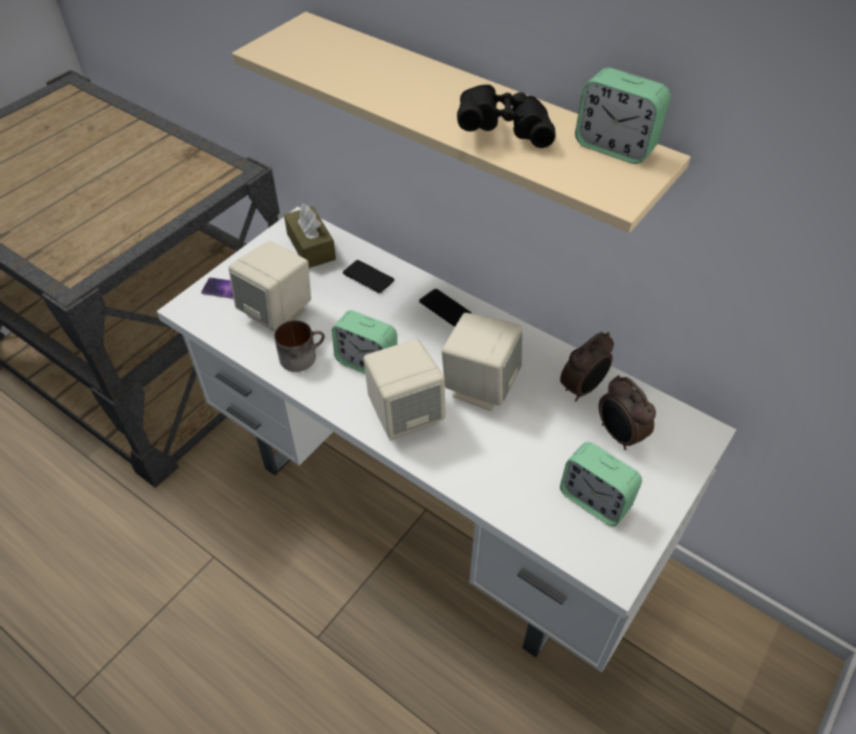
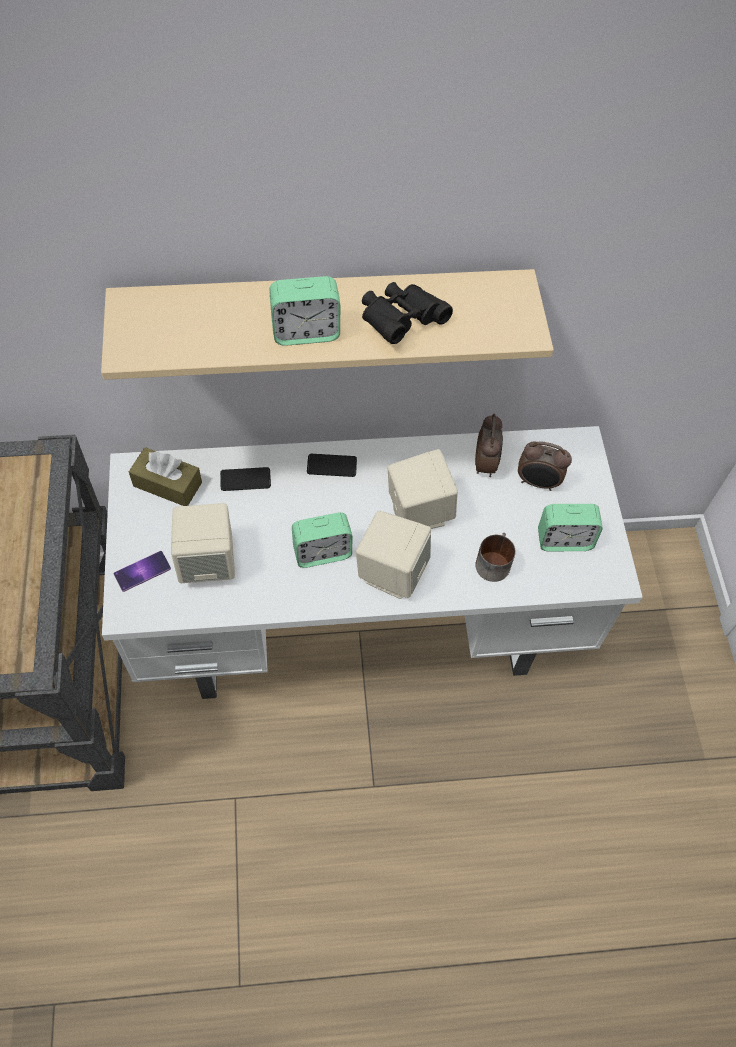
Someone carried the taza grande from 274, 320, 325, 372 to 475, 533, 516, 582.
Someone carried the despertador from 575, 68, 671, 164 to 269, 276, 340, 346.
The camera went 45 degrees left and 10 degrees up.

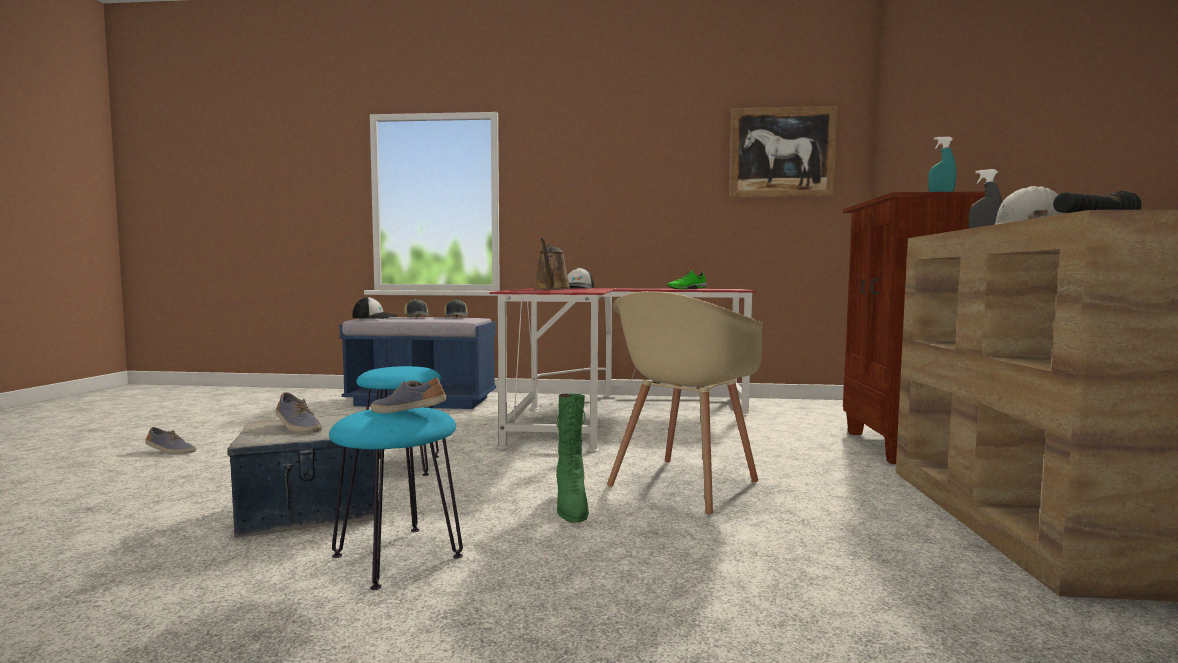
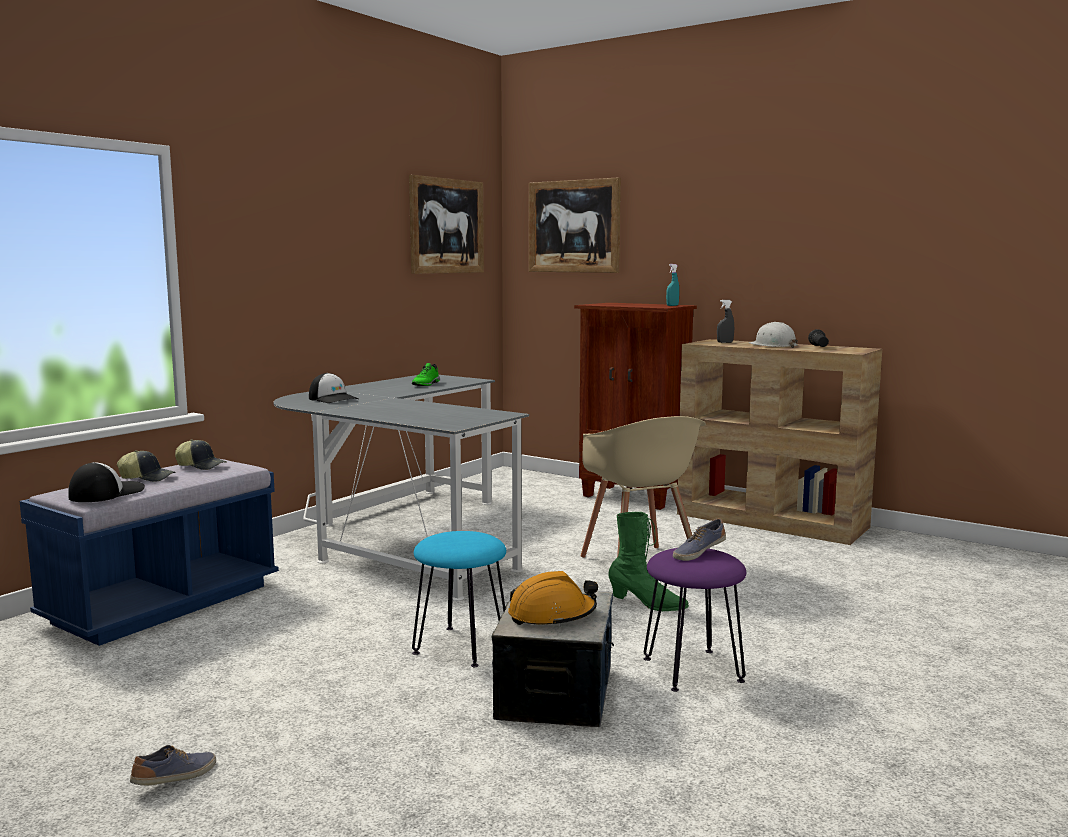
Someone took away the regadera (marrón) at 534, 238, 570, 290.
Someone put up the cuadro at 529, 177, 621, 273.
Someone swapped the zapato at 275, 392, 322, 433 for the casco (naranja) at 508, 571, 598, 627.
Someone repainted the taburete (turquesa) at 329, 407, 463, 590, which became the taburete (morado) at 644, 548, 746, 692.
Someone repainted the escritorio (rojo) at 489, 288, 756, 452, which became the escritorio (gris) at 274, 375, 529, 601.
The camera went 60 degrees left and 5 degrees up.

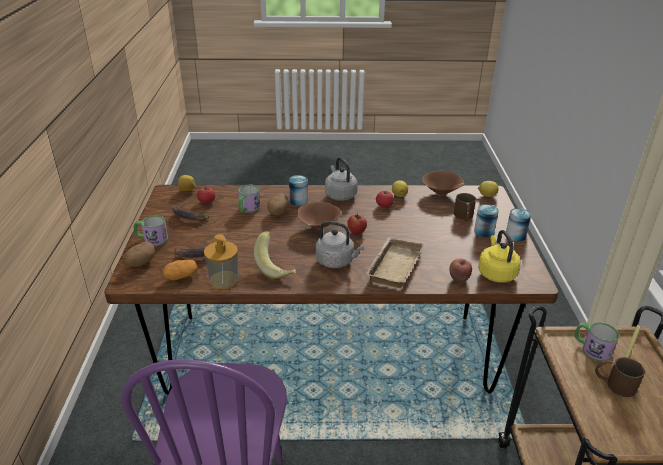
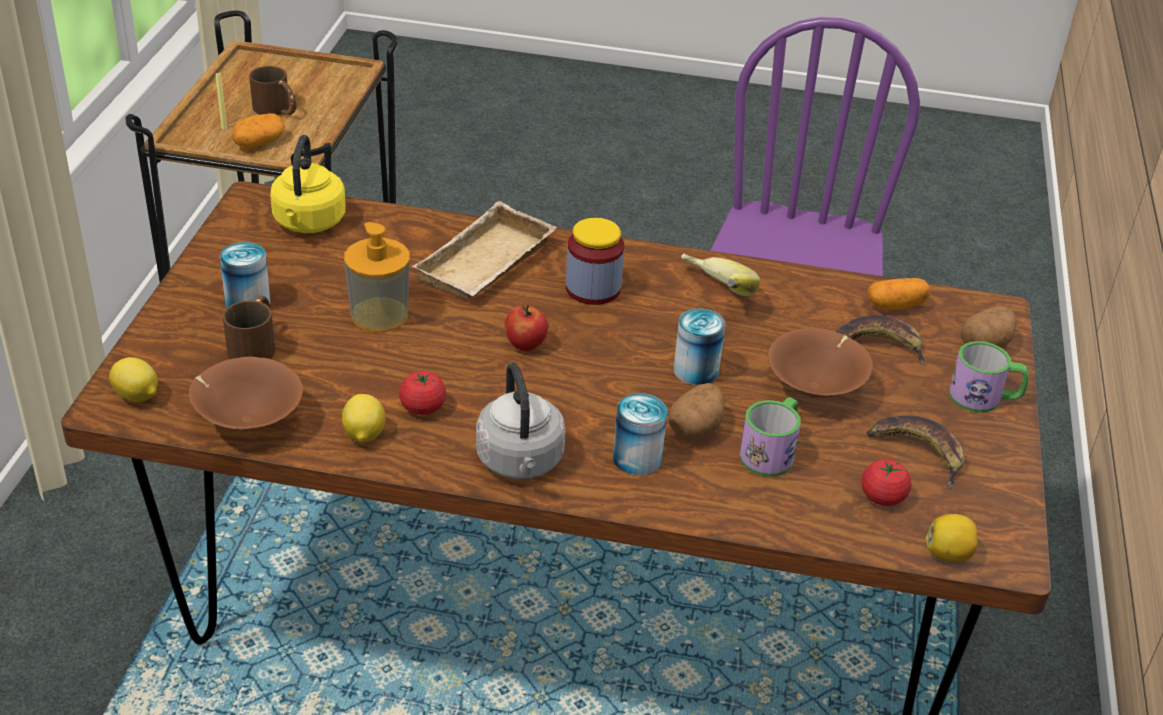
Someone took away the manzana at 450, 259, 472, 282.
Someone carried the dispensador de jabón from 204, 234, 239, 289 to 344, 222, 410, 332.
Someone carried the cuenco (marrón) from 297, 202, 341, 230 to 768, 328, 873, 398.
Someone carried the lata from 506, 208, 531, 242 to 673, 309, 725, 385.
Someone swapped the hervidor (gris) at 315, 221, 364, 268 for the tarro at 566, 218, 624, 305.
Someone swapped the taza grande at 574, 322, 619, 362 for the patata at 232, 113, 285, 149.
The camera went 170 degrees left and 5 degrees up.

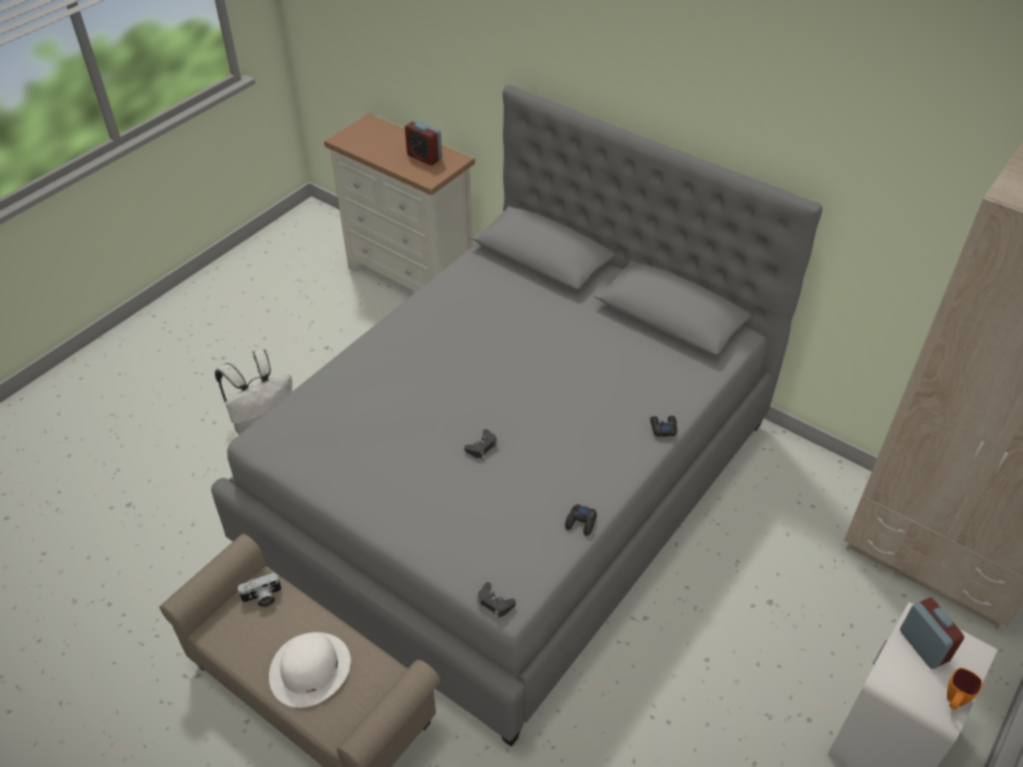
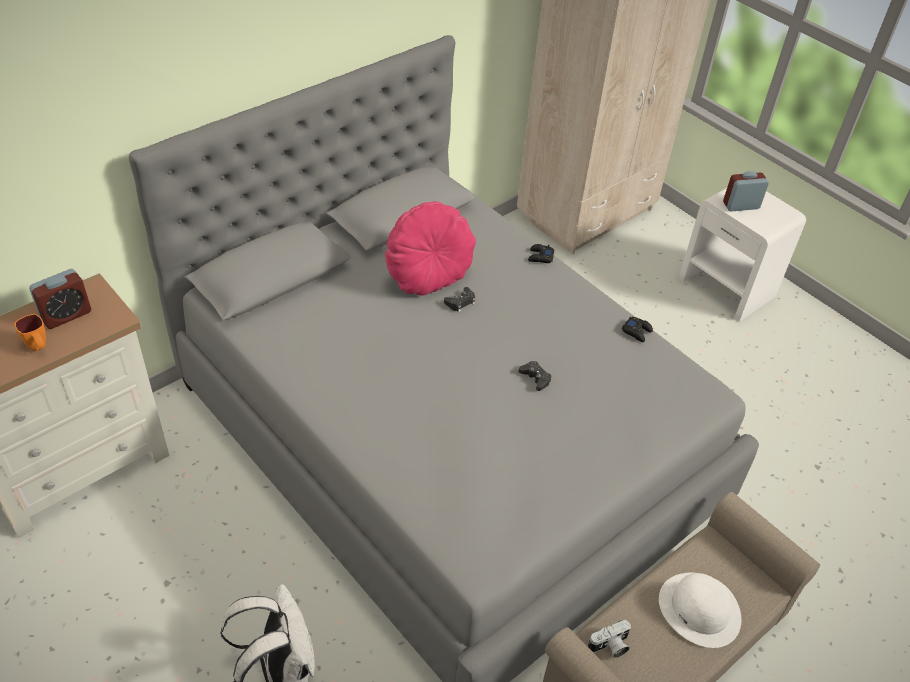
Someone put down the cojín (rosa) at 385, 202, 476, 296.
Someone carried the mando de consola (negro) from 477, 582, 516, 619 to 444, 287, 475, 312.
Someone carried the taza grande (naranja) from 947, 667, 982, 710 to 15, 314, 46, 351.
Someone rotated the cámara at 237, 573, 281, 607 by 75 degrees clockwise.
The camera went 80 degrees left and 0 degrees up.

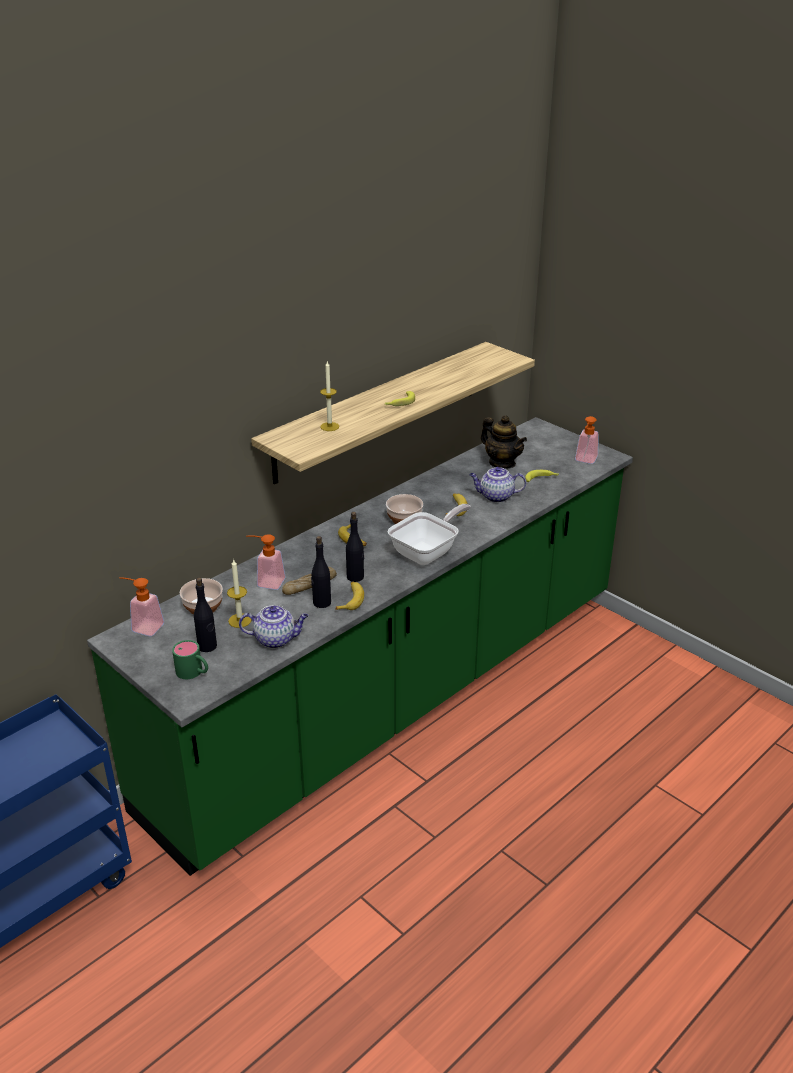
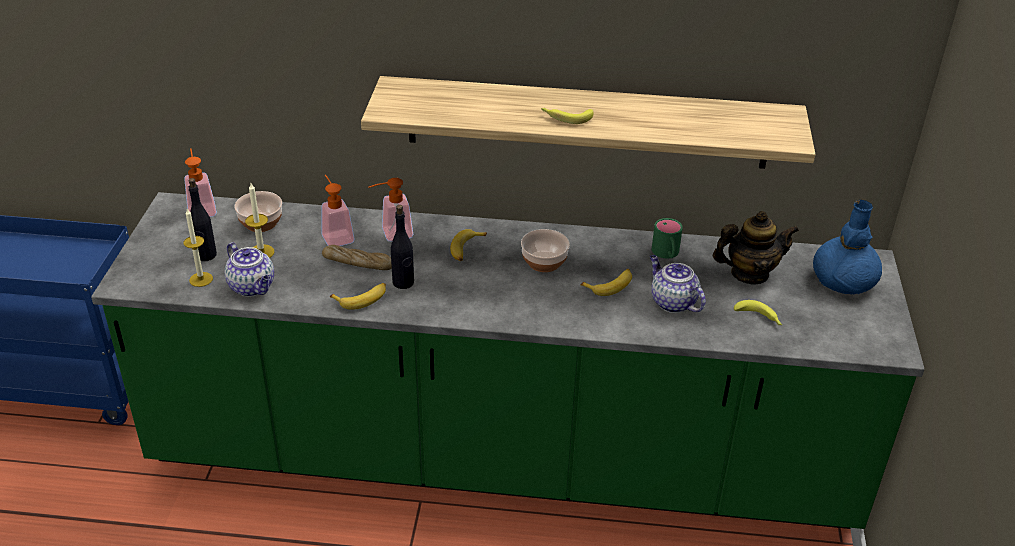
Someone took away the botella (negro) at 311, 536, 331, 608.
Someone took away the sartén at 387, 504, 471, 565.
Someone put down the florero (azul) at 813, 200, 882, 295.
Someone carried the taza grande (verde) from 172, 640, 208, 679 to 652, 218, 683, 258.
Someone carried the vela from 320, 361, 339, 431 to 183, 209, 213, 287.
Someone carried the dispensador de jabón from 575, 416, 599, 464 to 369, 178, 413, 241.
Someone rotated the tetera at 481, 415, 527, 469 by 105 degrees counterclockwise.
The camera went 50 degrees right and 5 degrees up.

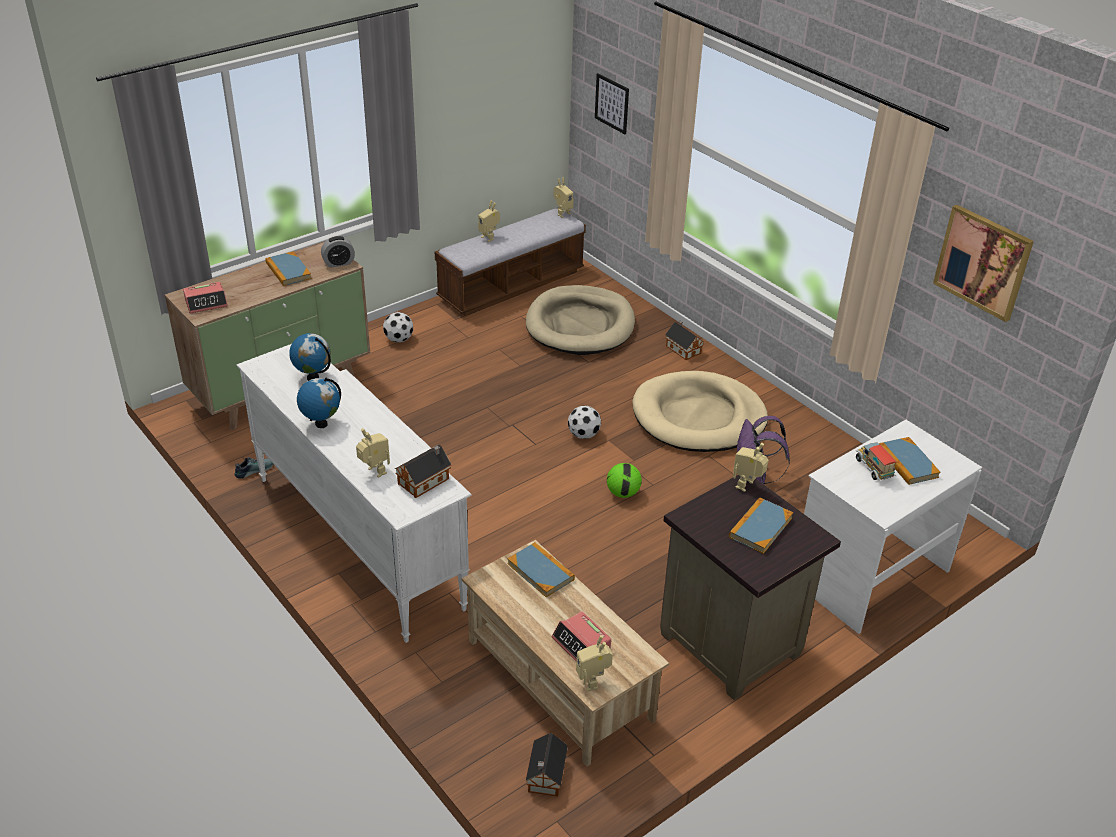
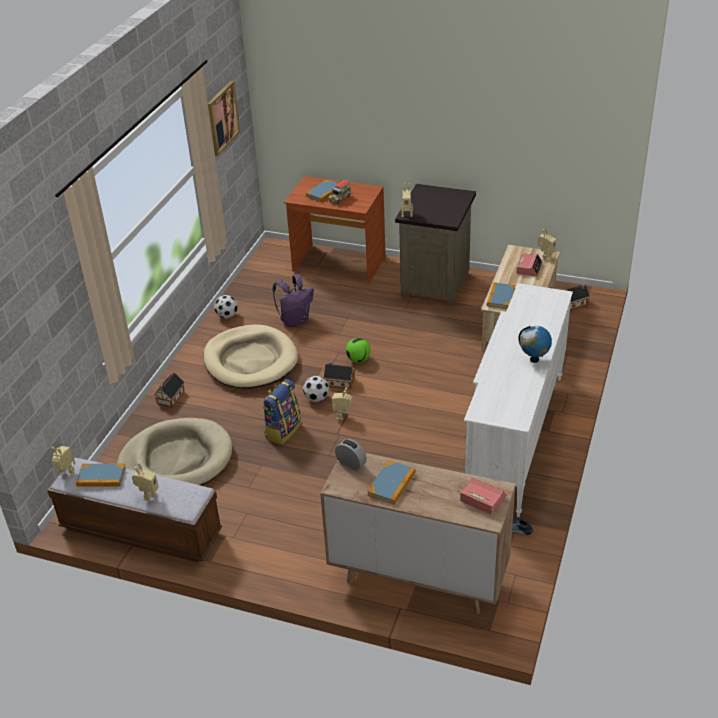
Someone took away the globo terráqueo at 289, 333, 331, 381.
Someone took away the cuadro at 595, 73, 629, 134.
Someone put down the mochila at 262, 379, 301, 445.
Someone carried the robot de juguete from 356, 428, 390, 478 to 332, 388, 353, 420.
Someone carried the balón de fútbol from 383, 312, 413, 342 to 214, 295, 238, 318.
Someone carried the casita from 395, 444, 452, 498 to 324, 361, 355, 389.
Someone carried the libro from 729, 497, 793, 554 to 76, 464, 126, 487.
Someone repainted the escritorio (blanco) at 804, 420, 982, 634, which became the escritorio (marrón) at 284, 176, 386, 284.
The camera went 120 degrees left and 0 degrees up.

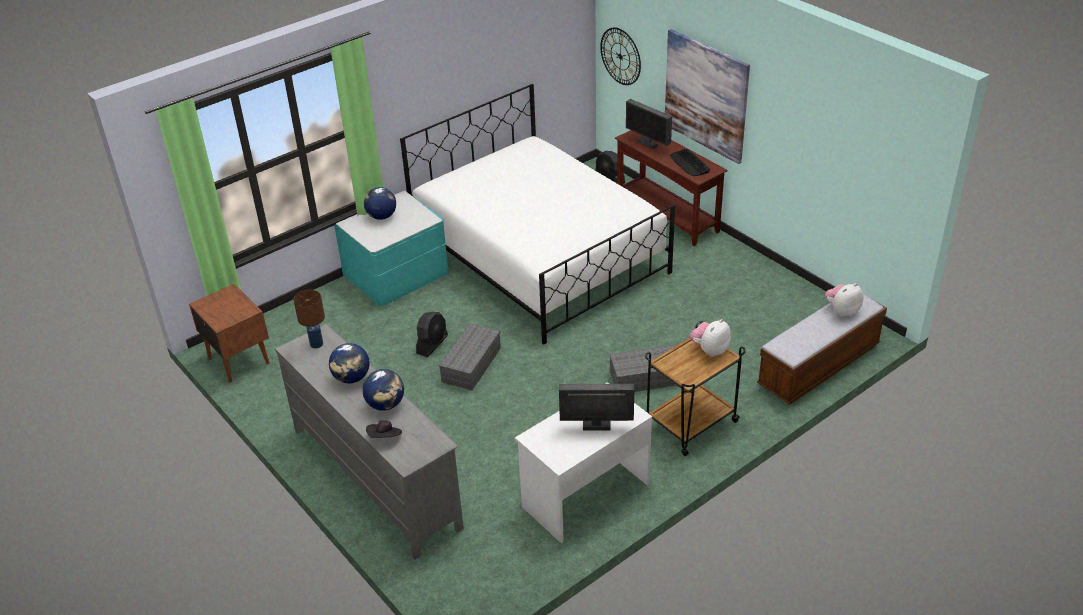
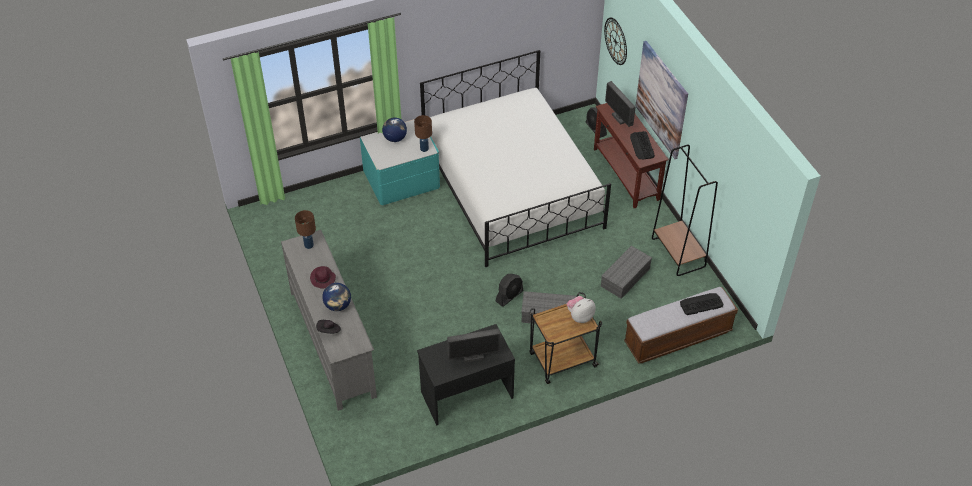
Someone took away the mesita de noche (marrón) at 189, 284, 270, 383.
Someone put down the lámpara de mesa (marrón) at 414, 115, 432, 152.
Someone put down the perchero at 652, 145, 718, 276.
Someone carried the ventilador (negro) from 416, 312, 448, 357 to 496, 274, 523, 307.
Someone carried the caja de almacenaje (gris) from 439, 323, 501, 390 to 601, 246, 652, 299.
Someone swapped the globo terráqueo at 329, 343, 370, 383 for the sombrero (morado) at 310, 266, 336, 288.
Someone swapped the peluche at 825, 283, 864, 317 for the teclado at 680, 293, 723, 315.
Someone repainted the escritorio (blanco) at 515, 382, 652, 543, which became the escritorio (negro) at 417, 324, 515, 426.
Someone rotated the monitor at 559, 384, 634, 431 by 150 degrees clockwise.
The camera went 15 degrees right and 10 degrees up.

